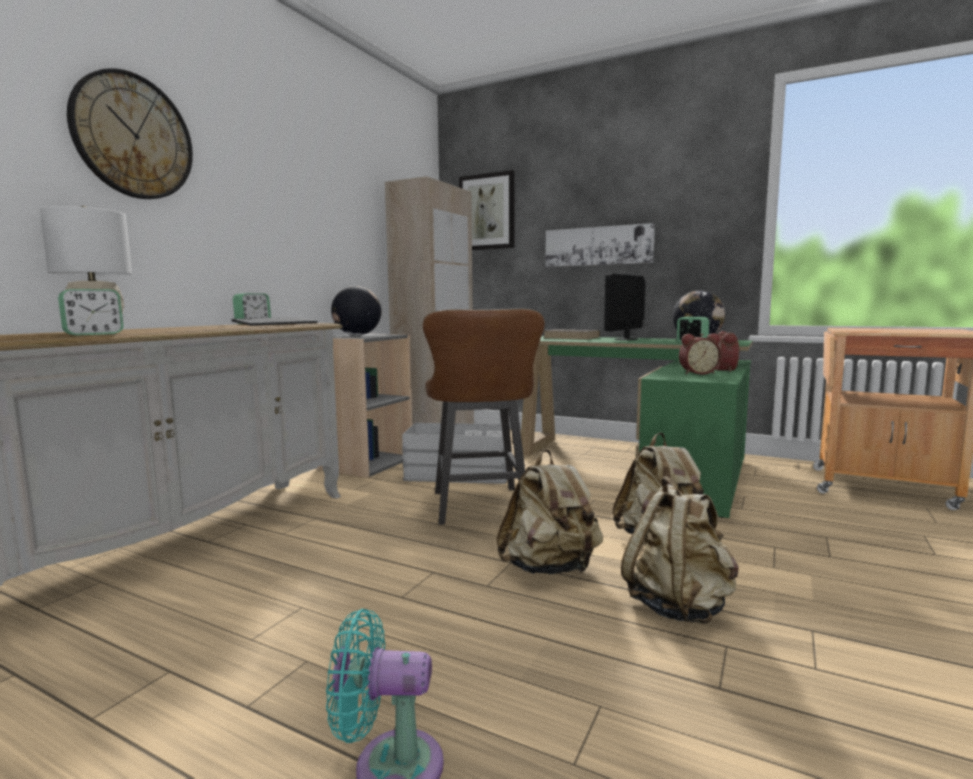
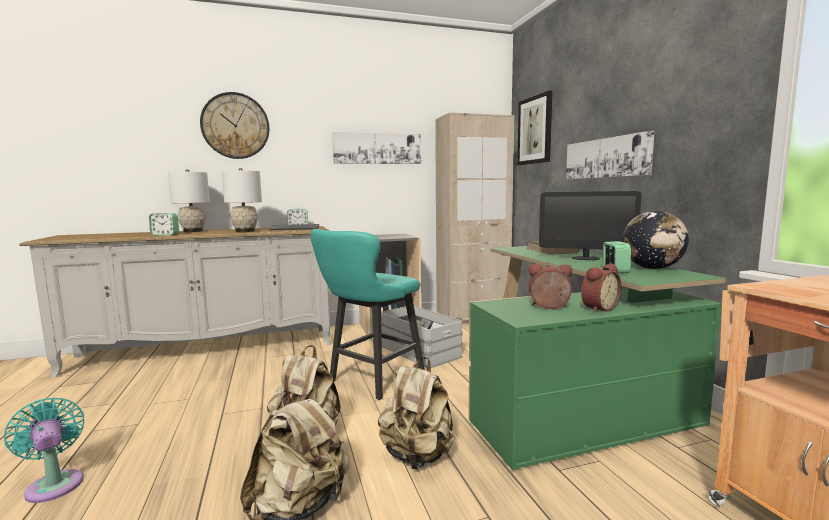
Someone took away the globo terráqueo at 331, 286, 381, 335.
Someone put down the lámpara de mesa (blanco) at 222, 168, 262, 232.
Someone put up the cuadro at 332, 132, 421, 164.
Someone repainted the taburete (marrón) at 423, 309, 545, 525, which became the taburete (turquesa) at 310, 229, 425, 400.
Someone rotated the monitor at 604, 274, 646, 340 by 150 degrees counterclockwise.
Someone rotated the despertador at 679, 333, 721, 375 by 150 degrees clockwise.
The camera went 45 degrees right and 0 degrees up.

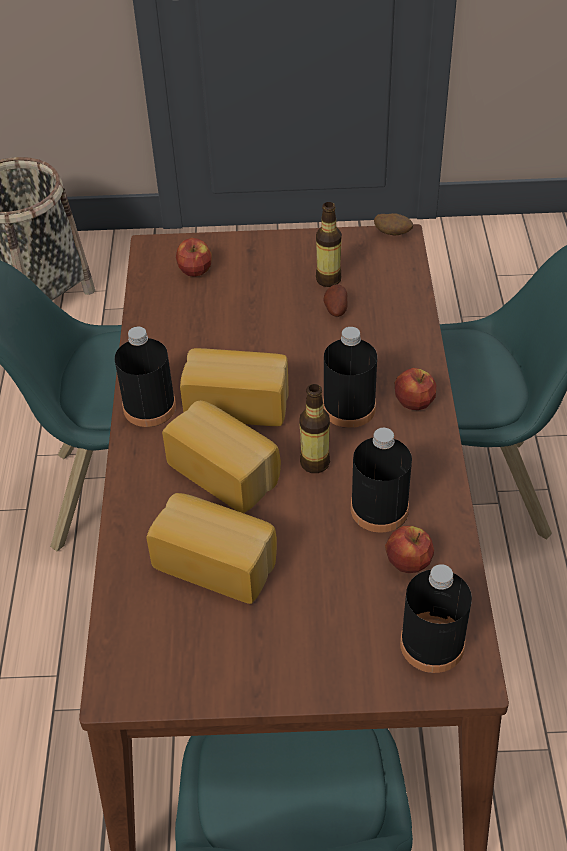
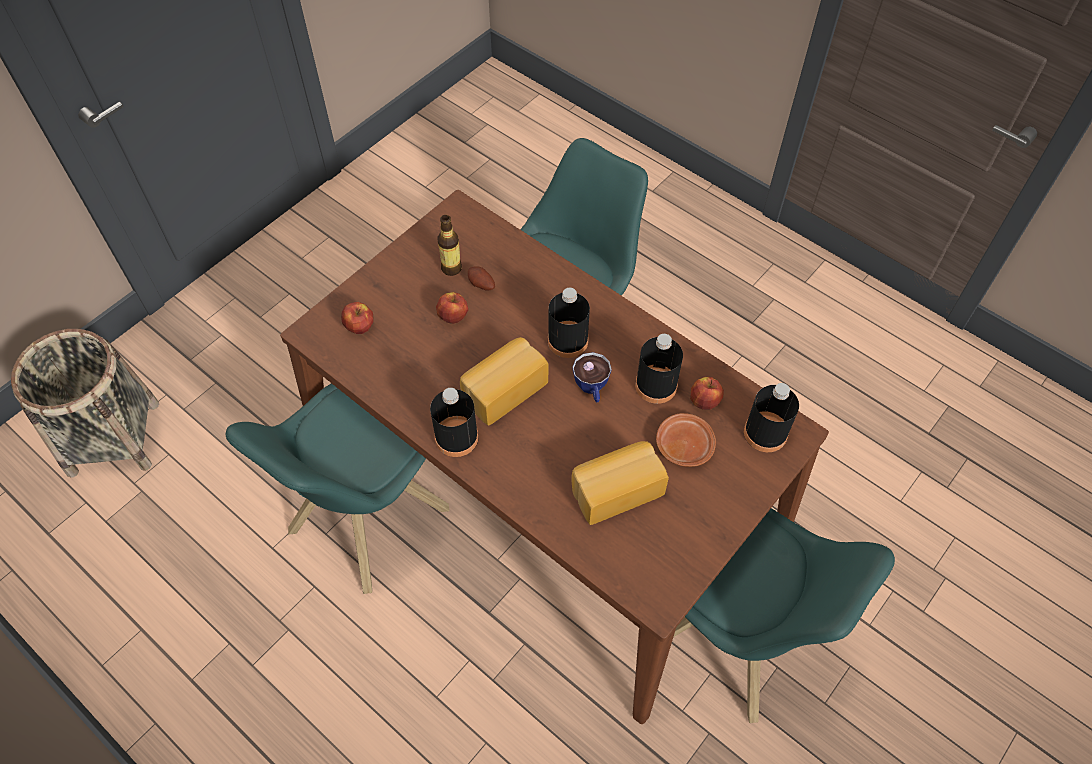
Someone took away the pan at 162, 400, 281, 513.
Someone took away the patata at 374, 213, 413, 236.
Someone put down the plato (marrón) at 656, 413, 716, 467.
Someone carried the manzana from 395, 368, 436, 410 to 436, 292, 468, 324.
Someone swapped the botella at 299, 384, 330, 473 for the taza at 573, 352, 612, 402.
The camera went 50 degrees left and 10 degrees up.

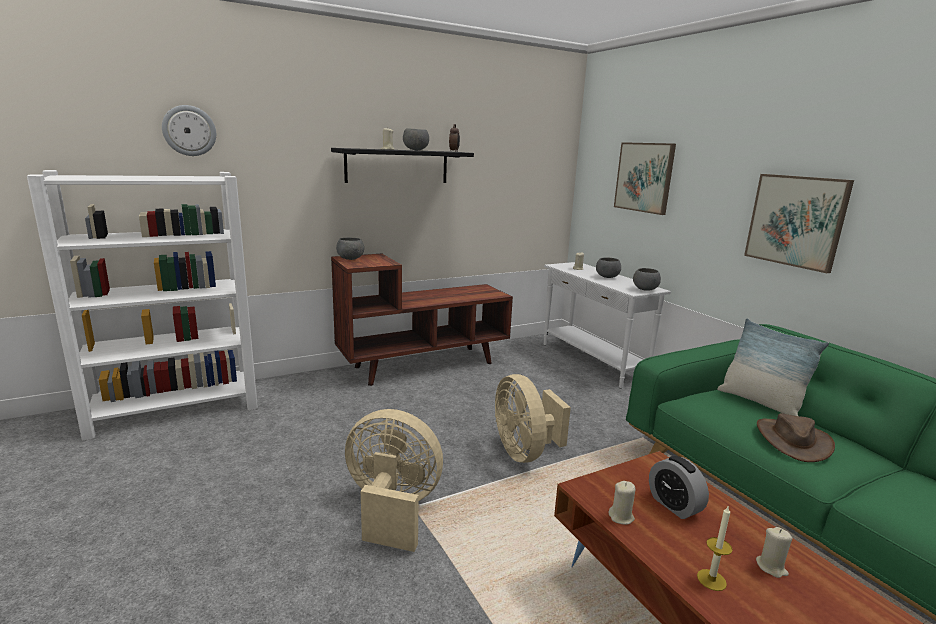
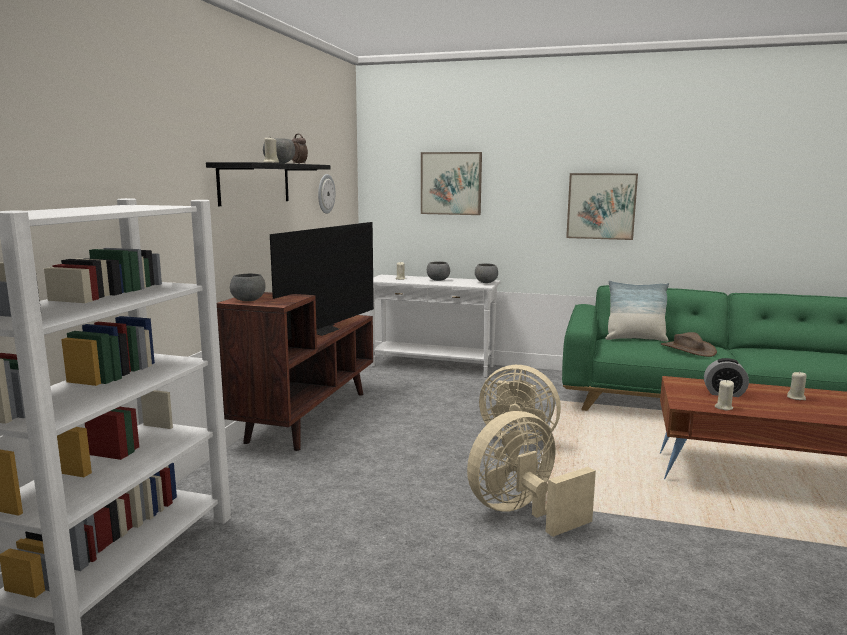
Someone took away the vela at 697, 505, 732, 591.
Someone put down the televisor at 270, 222, 374, 340.
Someone carried the reloj de pared from 162, 105, 216, 156 to 318, 174, 336, 214.
The camera went 45 degrees left and 5 degrees down.

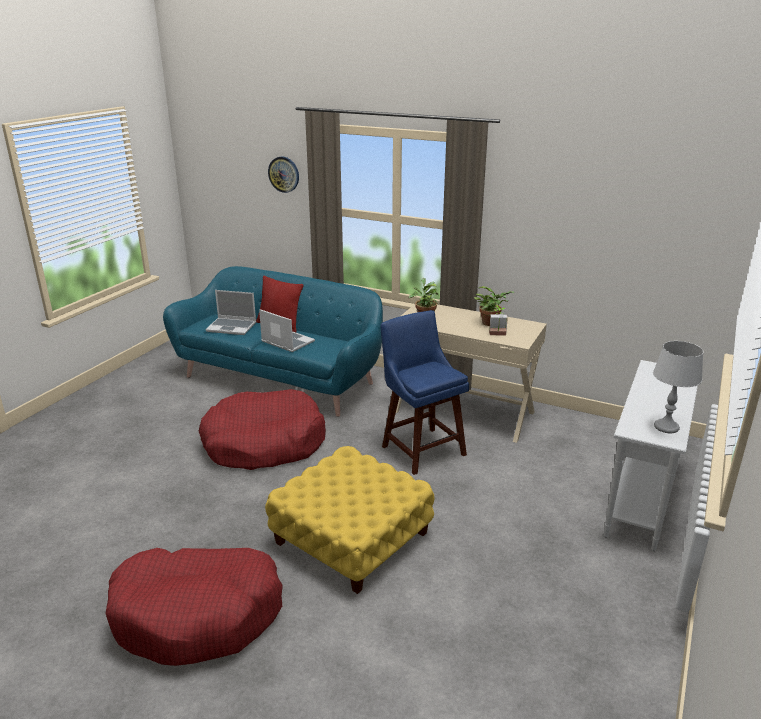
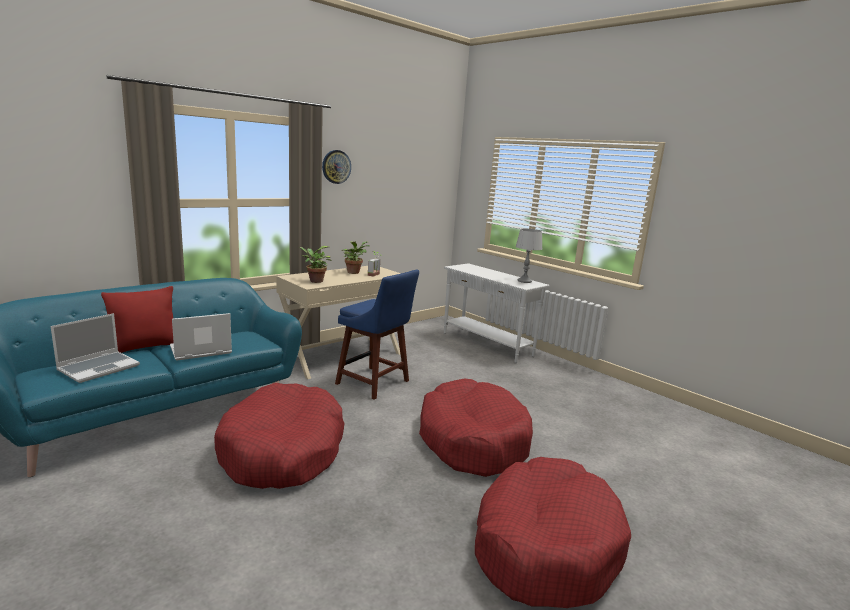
Someone carried the reloj de pared from 268, 156, 299, 193 to 322, 150, 351, 184.
Someone swapped the puf (amarillo) at 265, 446, 434, 594 for the cama para perro (rojo) at 419, 379, 533, 477.
Someone rotated the silla (azul) at 381, 310, 469, 475 by 135 degrees counterclockwise.
The camera went 70 degrees left and 10 degrees down.

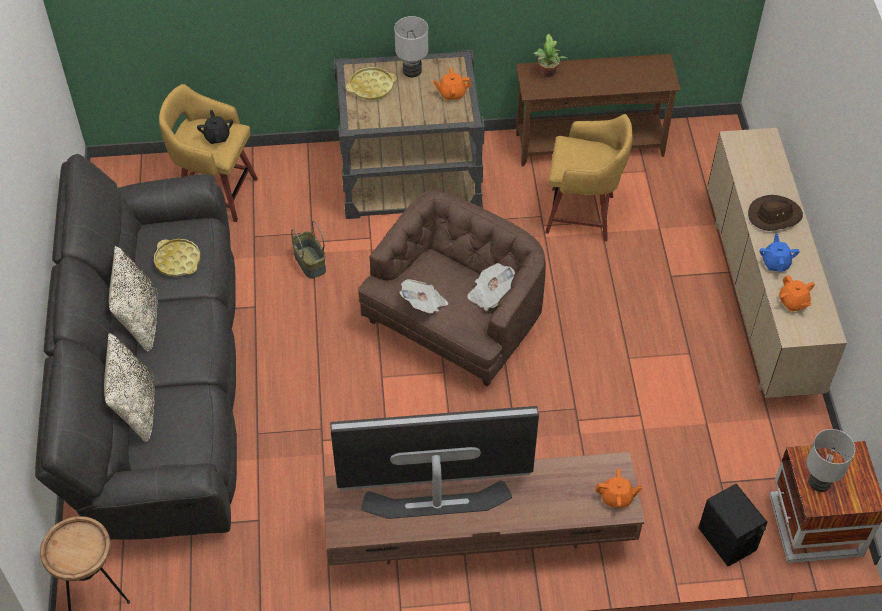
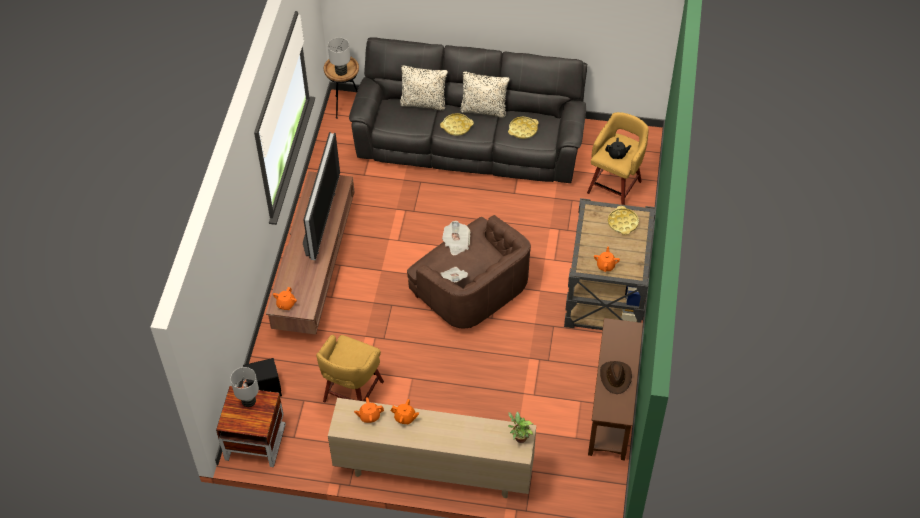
Someone took away the cesta at 291, 221, 326, 279.
Someone put down the bandeja (amarillo) at 440, 113, 474, 136.
Someone carried the lámpara de mesa (gris) from 395, 16, 428, 77 to 328, 37, 350, 76.
Someone carried the planta en maceta from 534, 33, 568, 77 to 508, 412, 533, 443.
Someone carried the taburete (amarillo) from 545, 114, 633, 241 to 316, 335, 384, 402.
Someone carried the sombrero (marrón) from 748, 195, 803, 231 to 600, 361, 632, 394.
Someone repainted the tetera (azul) at 760, 234, 800, 272, which became the tetera (naranja) at 391, 399, 419, 424.
The camera went 105 degrees right and 0 degrees up.

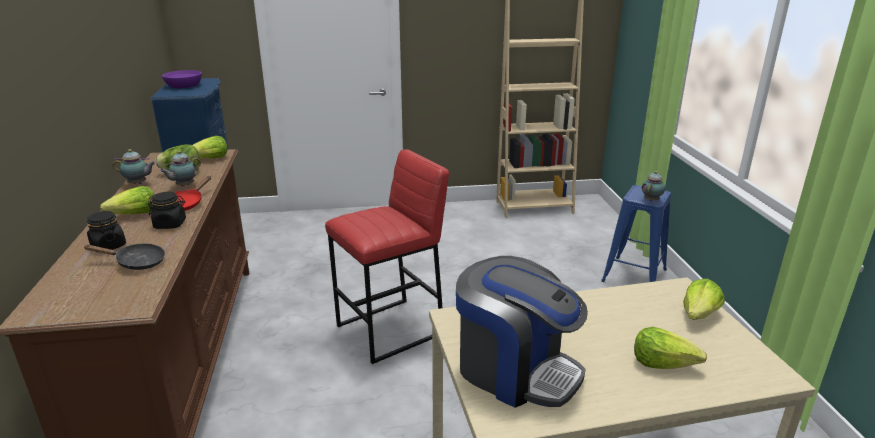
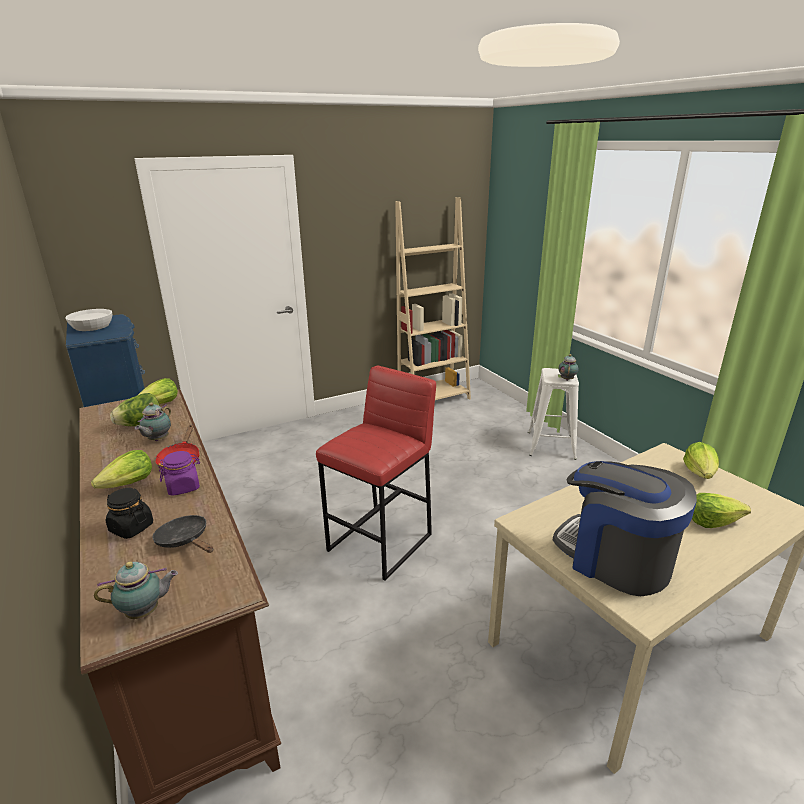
Someone carried the tetera from 112, 149, 156, 184 to 94, 561, 178, 619.
Someone repainted the tarro (negro) at 148, 192, 186, 229, which became the tarro (morado) at 158, 451, 200, 496.
Someone repainted the cuenco (morado) at 162, 70, 202, 88, which became the cuenco (blanco) at 65, 309, 112, 331.
Someone repainted the taburete (azul) at 601, 185, 671, 282, which became the taburete (blanco) at 528, 368, 579, 460.
Someone rotated the sartén (negro) at 83, 243, 165, 270 by 120 degrees counterclockwise.
Someone rotated the cafetera at 456, 256, 588, 408 by 150 degrees counterclockwise.
The camera went 20 degrees left and 0 degrees up.

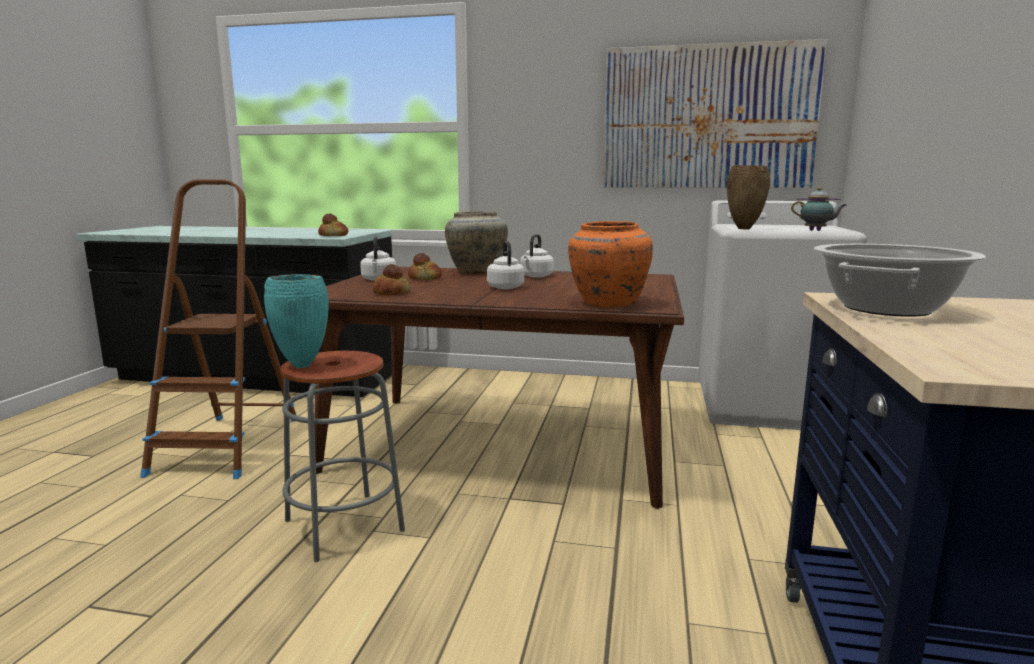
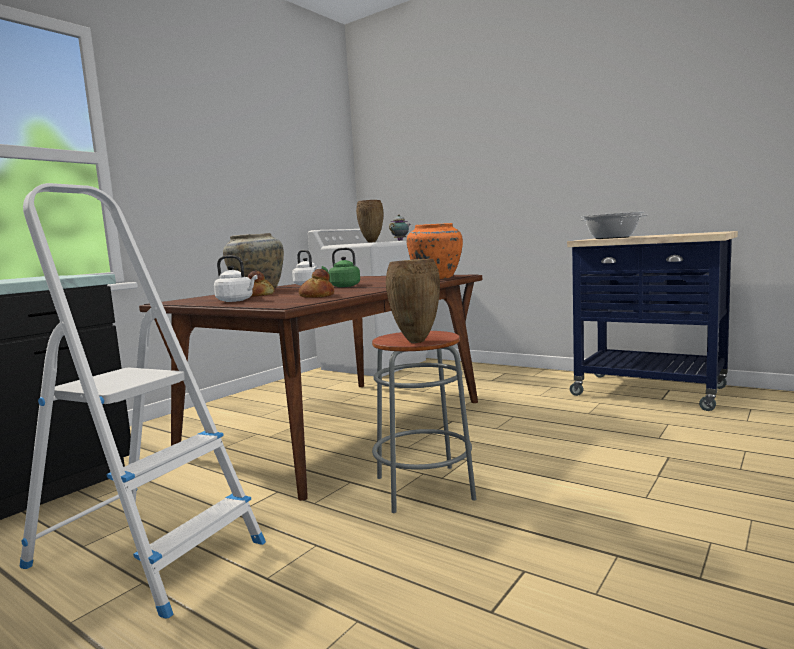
Someone took away the pan at 318, 213, 348, 236.
Someone took away the cuadro at 603, 39, 828, 188.
Someone repainted the escalera de tijera (marrón) at 140, 179, 296, 479, which became the escalera de tijera (blanco) at 19, 183, 266, 618.
Someone repainted the florero (turquesa) at 264, 274, 329, 368, which became the florero (marrón) at 386, 259, 440, 343.
Someone repainted the hervidor (blanco) at 487, 241, 524, 289, which became the hervidor (verde) at 322, 248, 360, 287.
The camera went 65 degrees left and 5 degrees down.

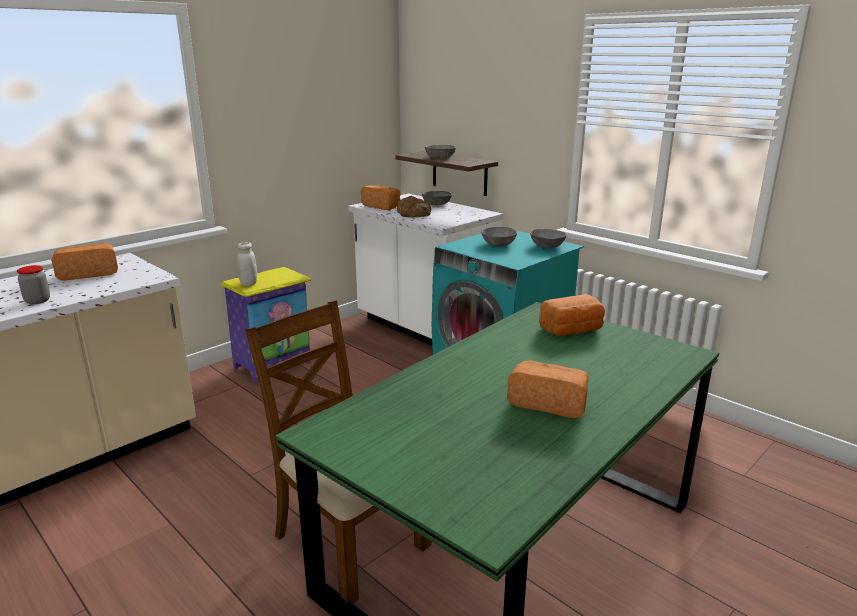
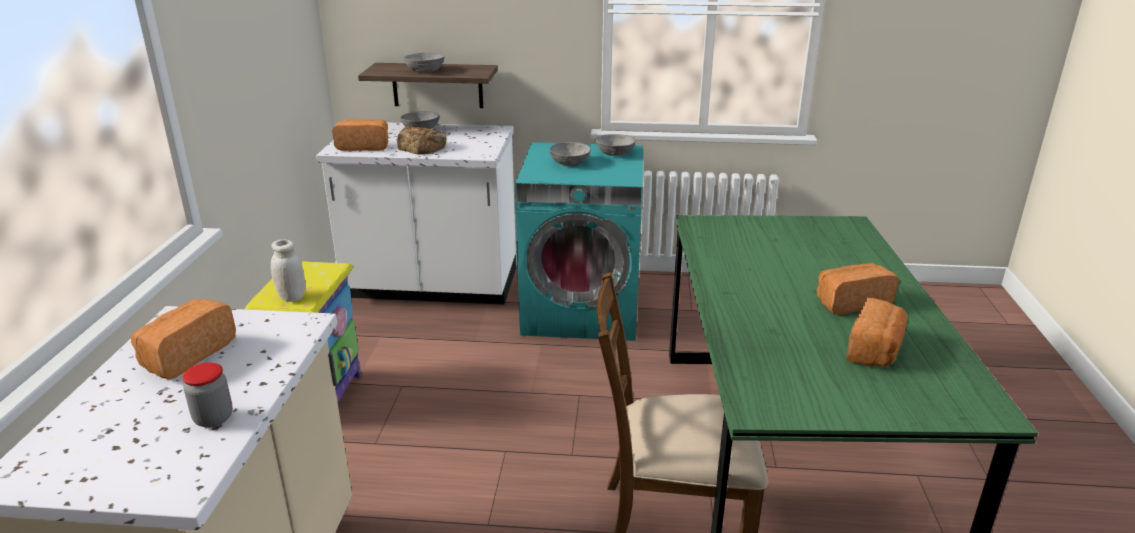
Someone carried the pan from 539, 294, 605, 336 to 846, 297, 907, 367.
The camera went 40 degrees left and 5 degrees up.

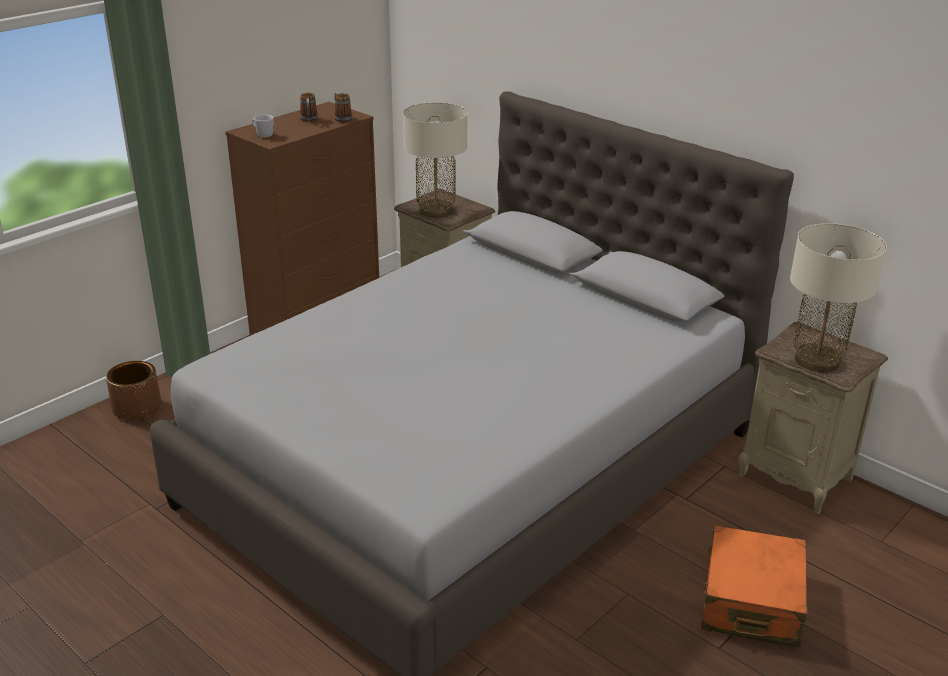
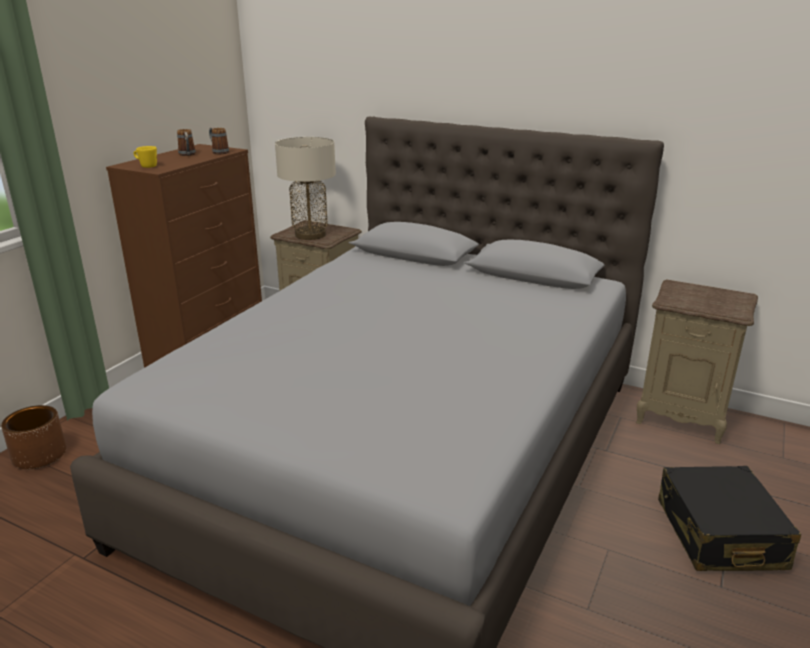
Someone took away the lámpara de mesa at 790, 223, 887, 372.
Someone repainted the taza grande (blanco) at 252, 114, 274, 138, which became the taza grande (amarillo) at 133, 146, 157, 168.
Someone repainted the maleta (naranja) at 701, 525, 808, 648, which became the maleta (negro) at 658, 466, 802, 571.
The camera went 15 degrees left and 5 degrees down.

